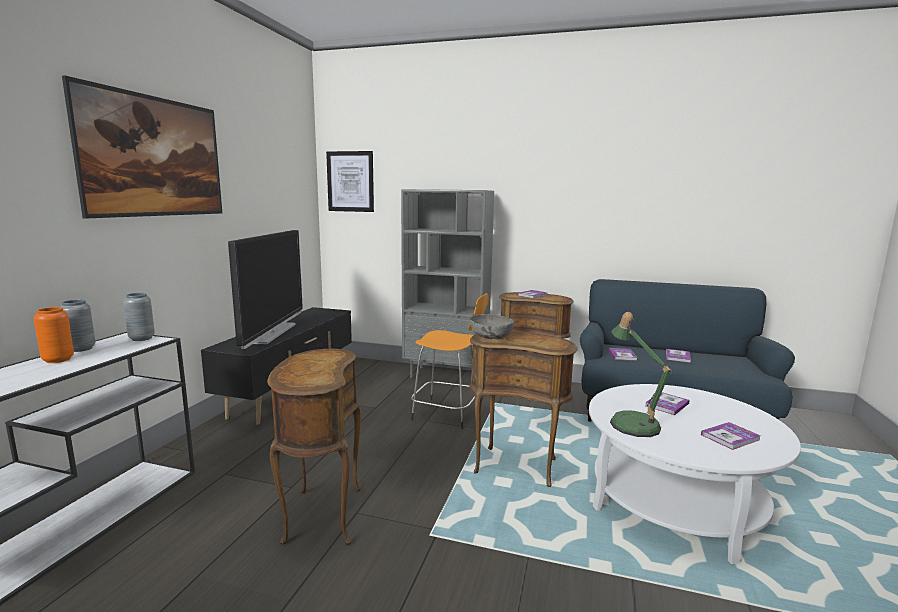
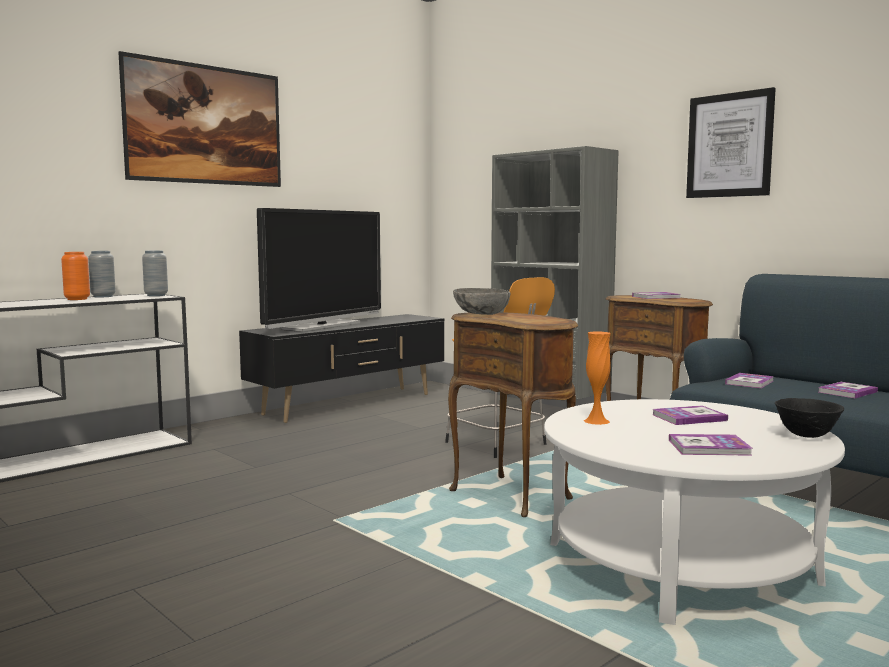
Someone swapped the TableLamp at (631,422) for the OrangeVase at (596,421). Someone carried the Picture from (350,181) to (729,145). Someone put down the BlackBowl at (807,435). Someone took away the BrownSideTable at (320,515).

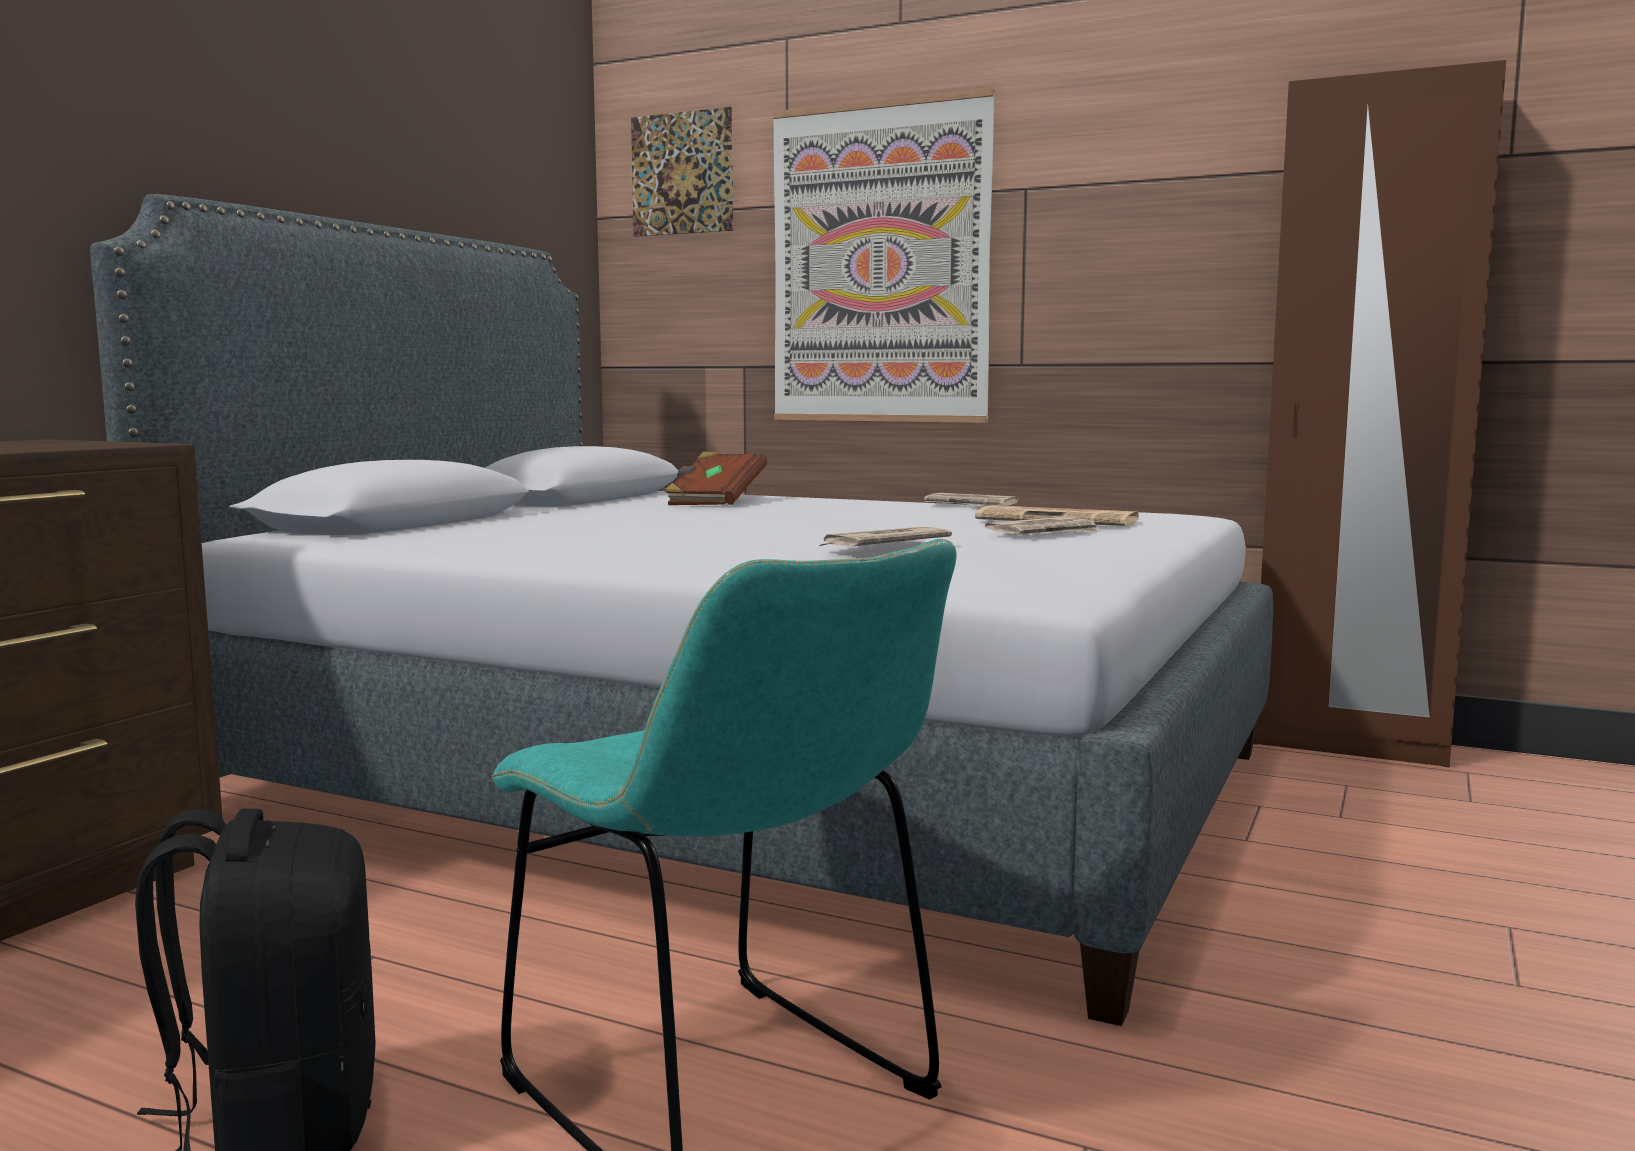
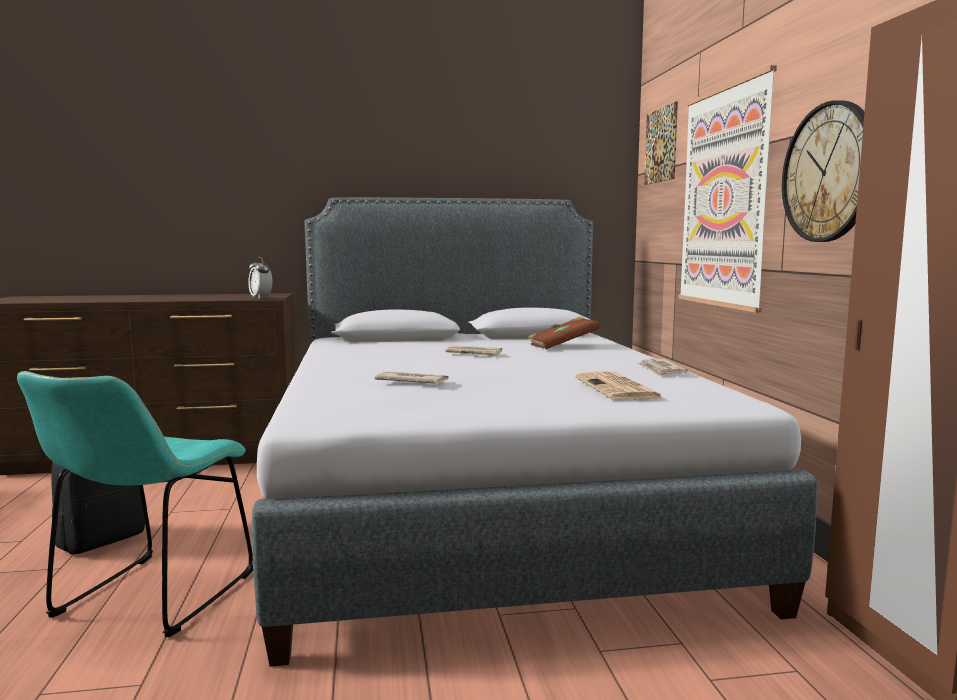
Someone put down the AlarmClock at (261,298). Someone carried the Newspaper from (1045,533) to (474,354). Someone put up the WallClock at (828,173).

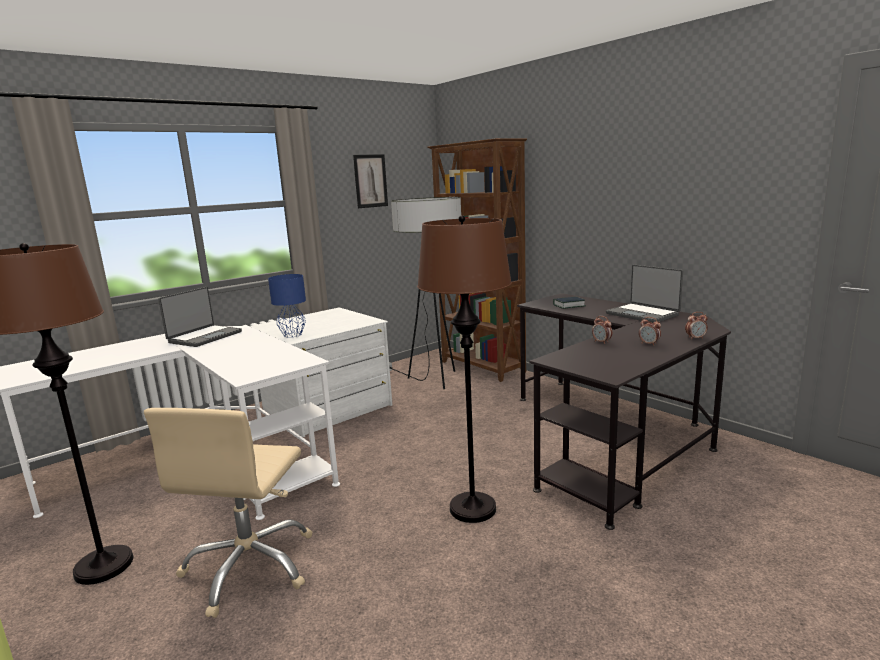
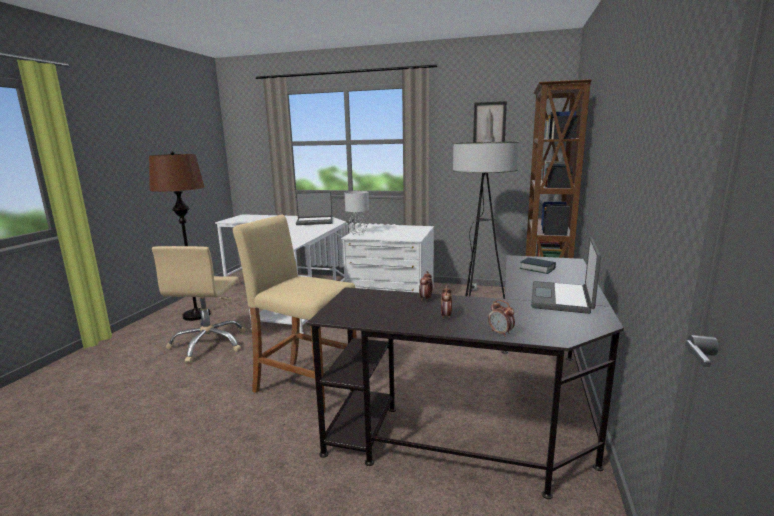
Someone rotated the BeigeOfficeChair at (250,567) by 60 degrees counterclockwise. Someone swapped the BrownFloorLamp at (472,508) for the BeigeStool at (306,385). Someone repainted the BlueTableLamp at (292,335), which became the GreyTableLamp at (357,234).

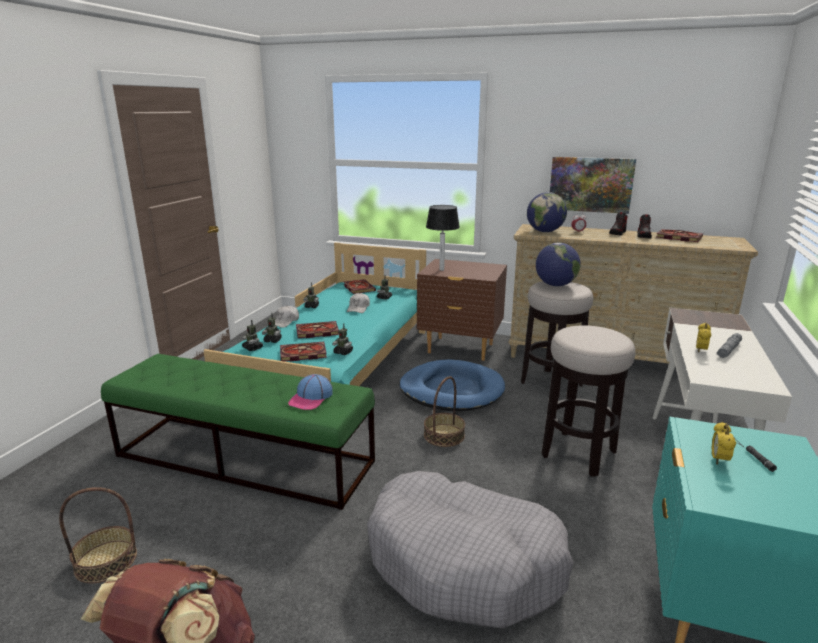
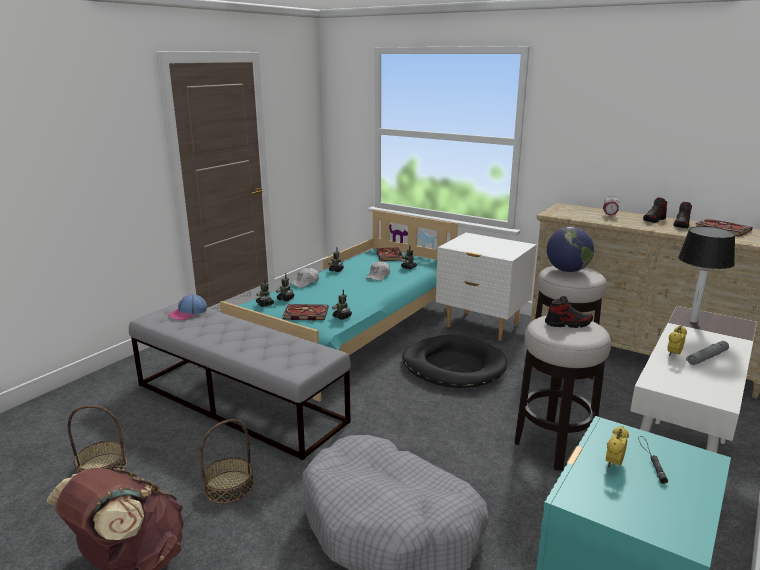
Someone repainted the GreenBench at (245,458), which became the GreyBench at (239,403). Someone carried the Cap from (311,398) to (188,313). Someone carried the Basket from (444,435) to (229,486). Someone repainted the BlueDogBed at (451,390), which became the BlackDogBed at (453,366). Someone repainted the BrownNightstand at (460,349), which became the WhiteNightstand at (482,326). Someone put down the Shoe at (568,324). Someone carried the TableLamp from (441,270) to (692,321). Someone took away the Book at (316,332). Someone took away the Globe at (545,231). Someone took away the Picture at (590,184).

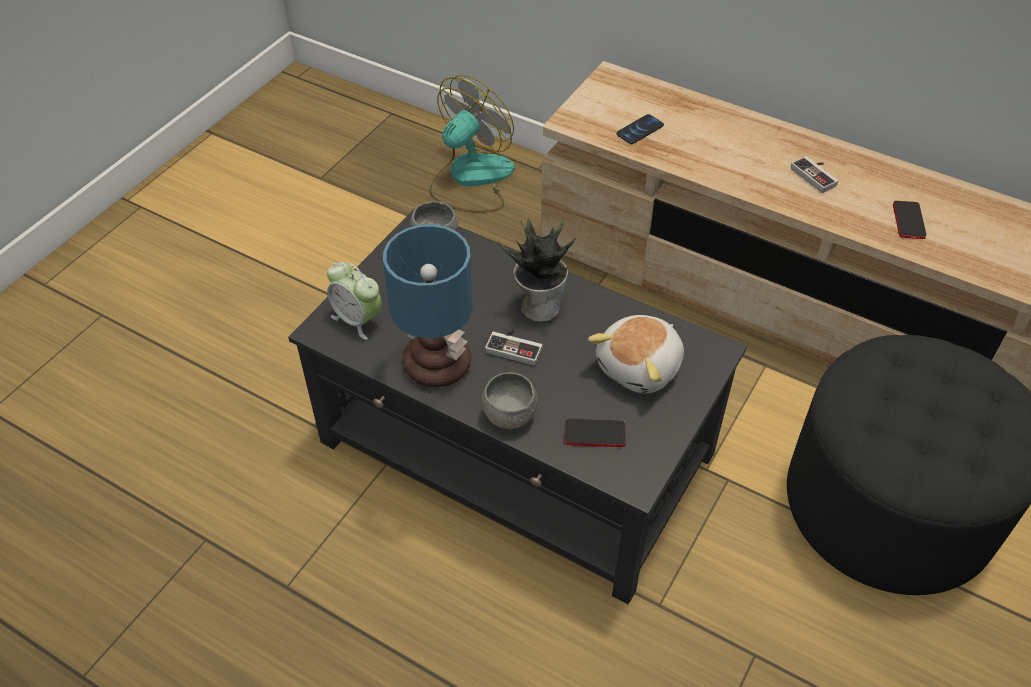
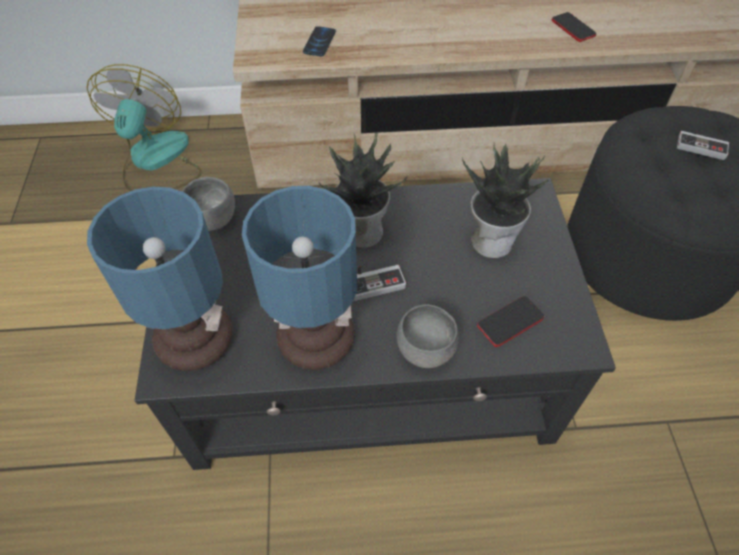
Someone swapped the AlarmClock at (358,320) for the TableLamp at (198,339). Someone swapped the PlushToy at (641,367) for the PottedPlant at (492,240). Someone carried the GameController from (816,175) to (701,145).

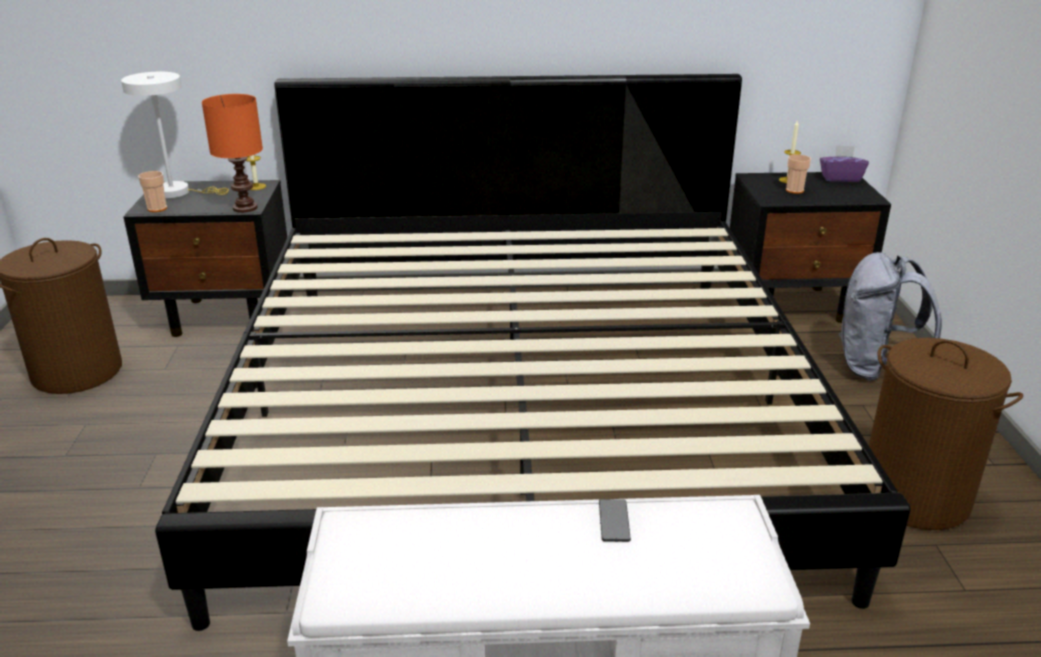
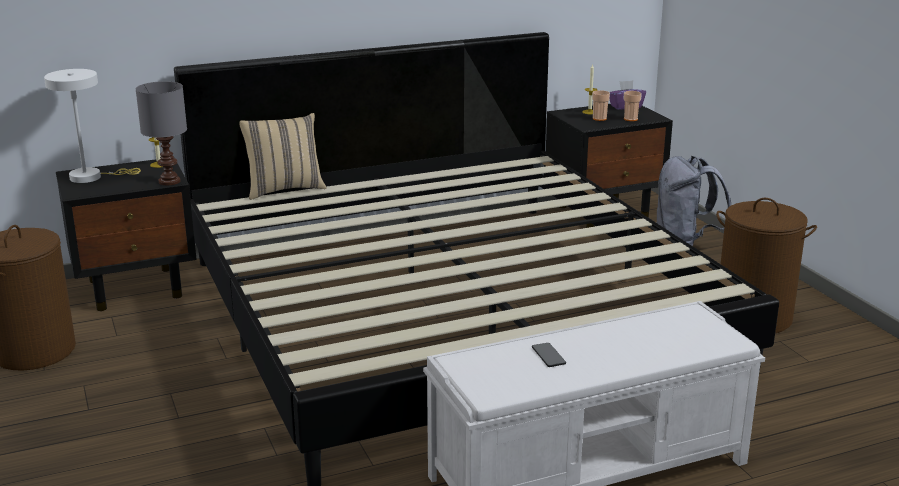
Someone repainted the OrangeTableLamp at (245,208), which became the GreyTableLamp at (169,181). Someone put down the BeigePillow at (284,189). Someone carried the Phone from (614,521) to (548,356). Someone carried the Cup from (157,208) to (630,119).

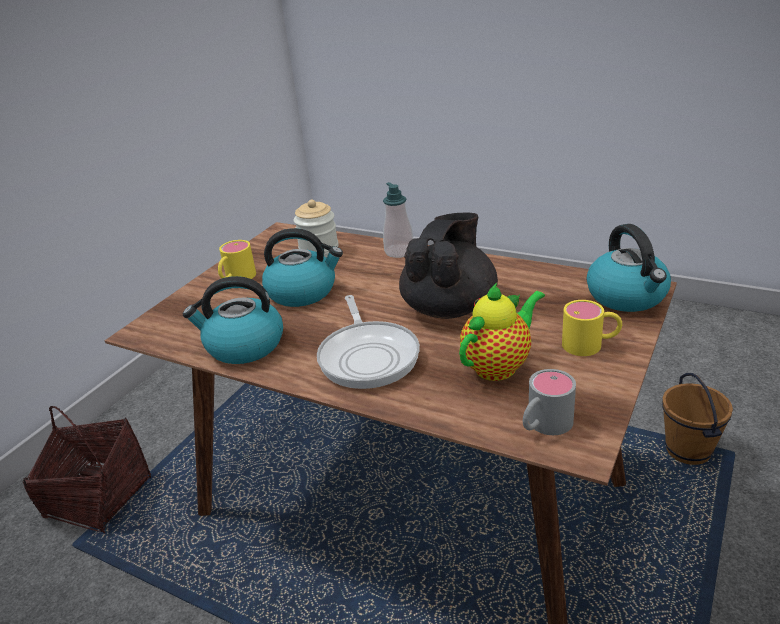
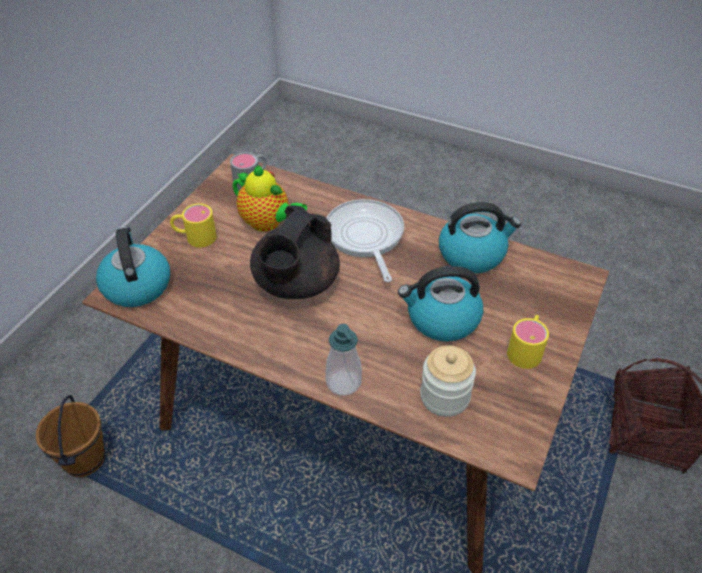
Someone rotated the Teapot at (499,365) by 105 degrees counterclockwise.

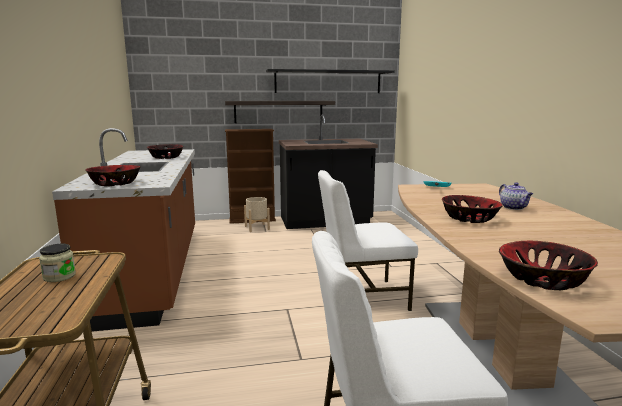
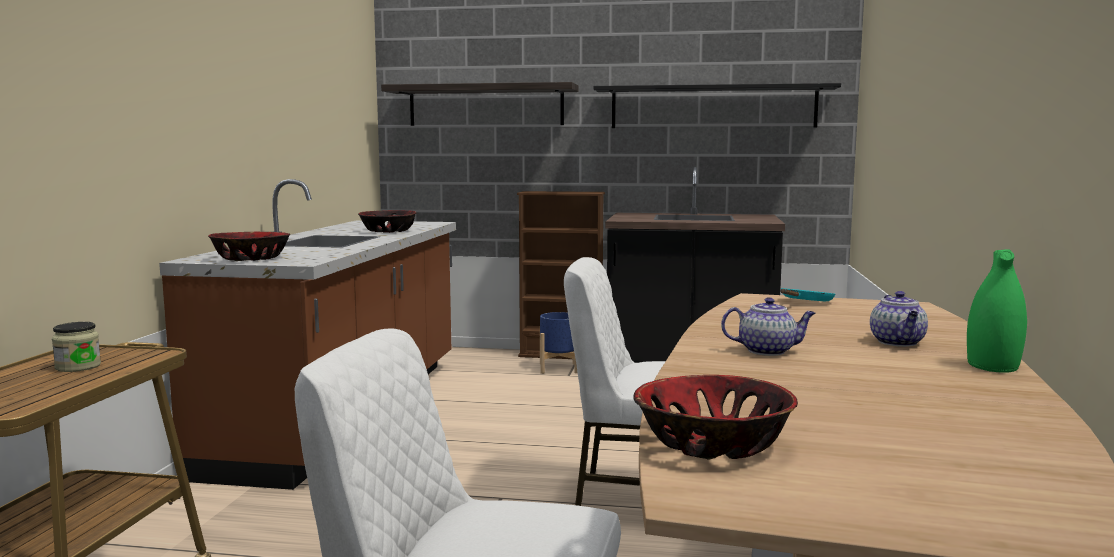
Someone carried the Shelf from (278,111) to (486,105). Someone repainted the BeigePlanter at (257,228), which became the BluePlanter at (559,368). Someone swapped the Bowl at (469,218) for the Teapot at (768,351). Someone put down the GreenVase at (993,366).

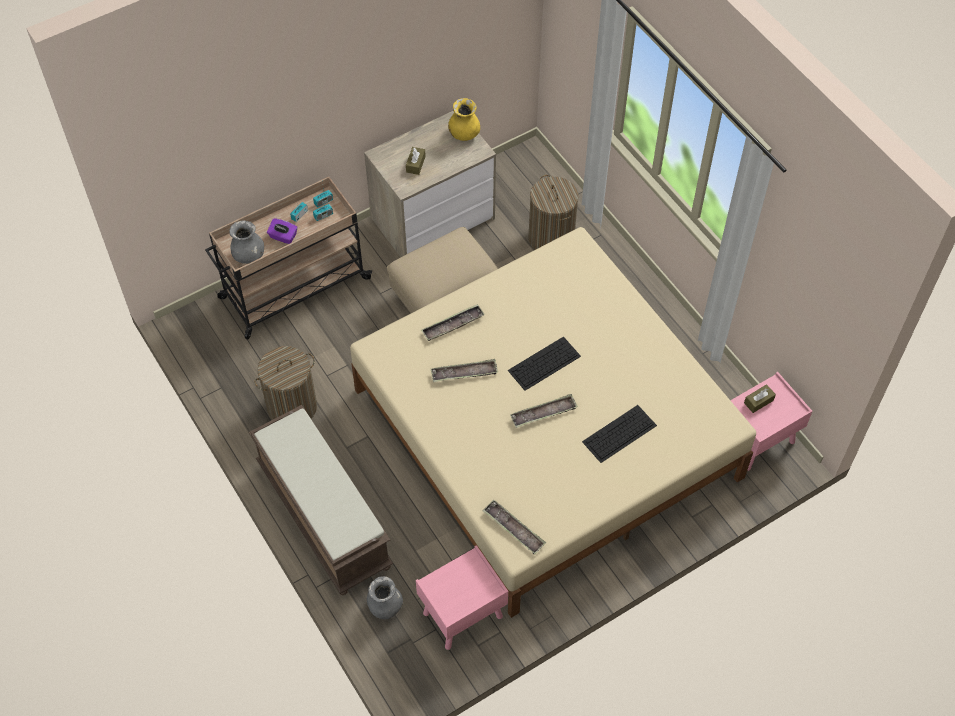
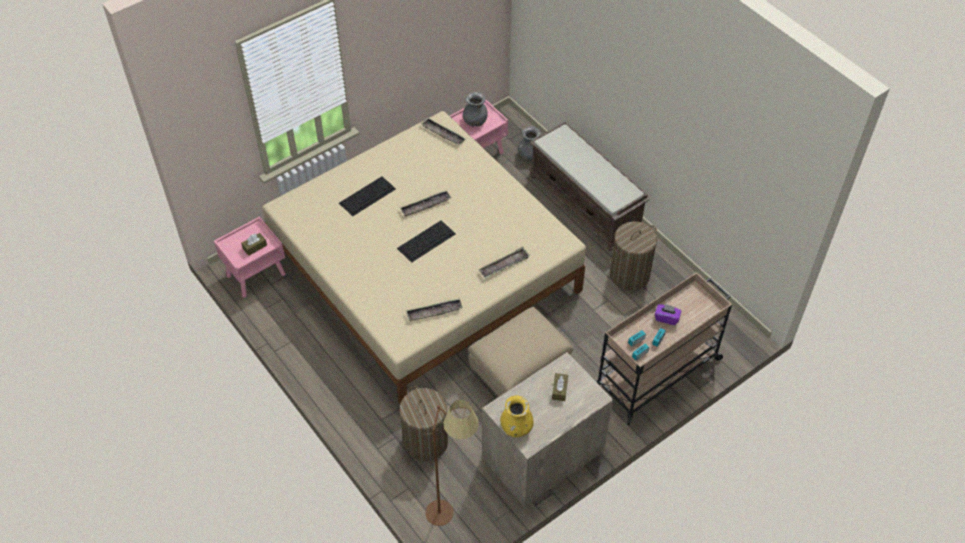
Someone carried the Tray from (464,373) to (434,312). Someone put down the BrownFloorLamp at (452,511). Someone carried the GreyVase from (249,255) to (475,122).

